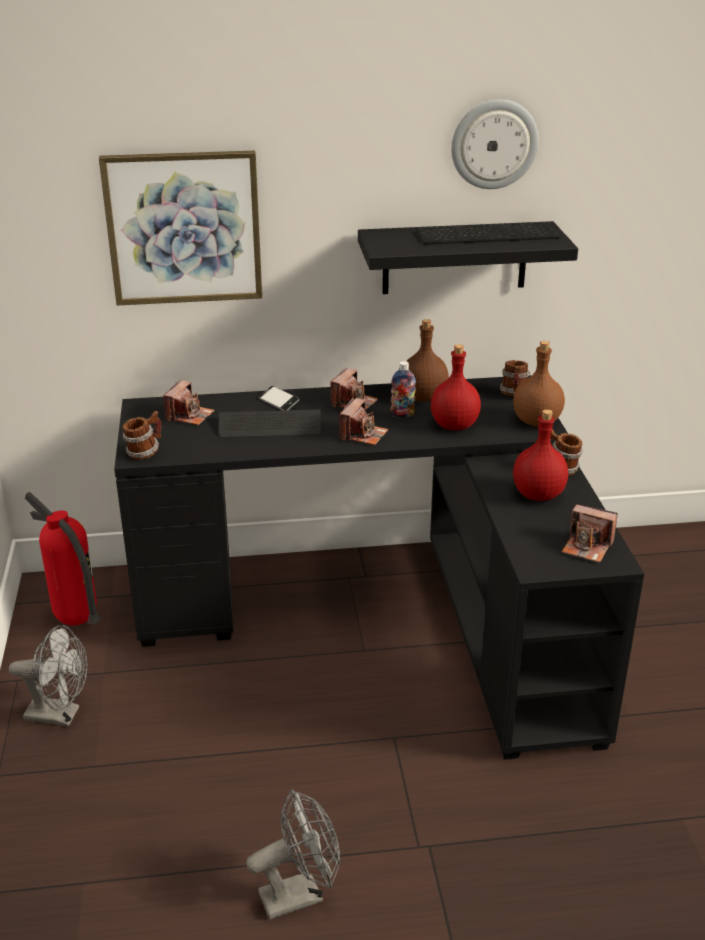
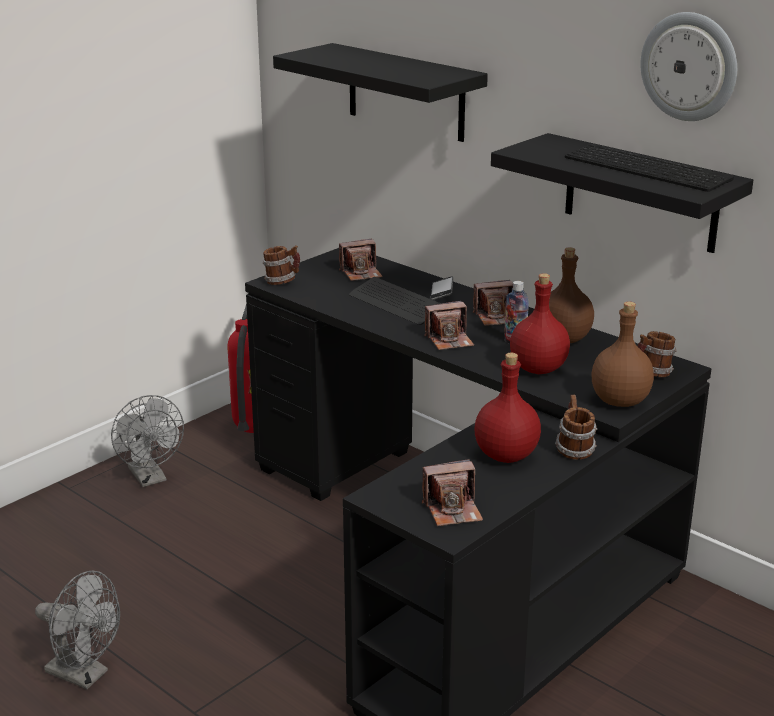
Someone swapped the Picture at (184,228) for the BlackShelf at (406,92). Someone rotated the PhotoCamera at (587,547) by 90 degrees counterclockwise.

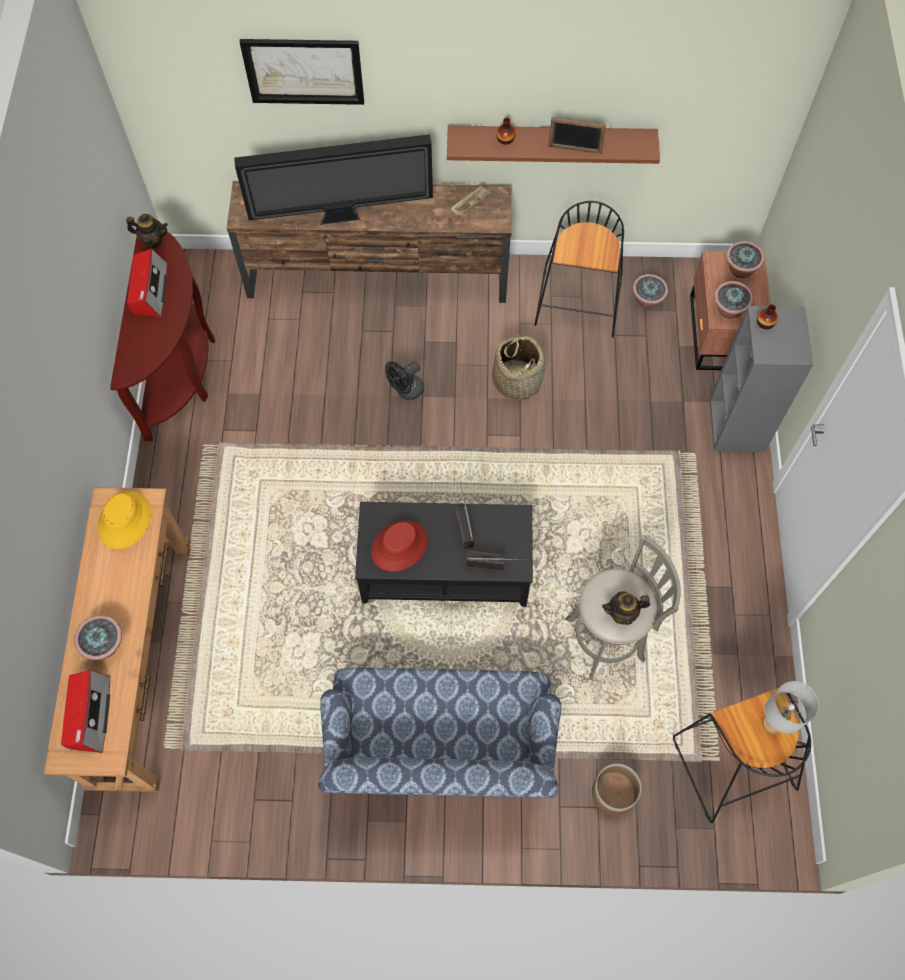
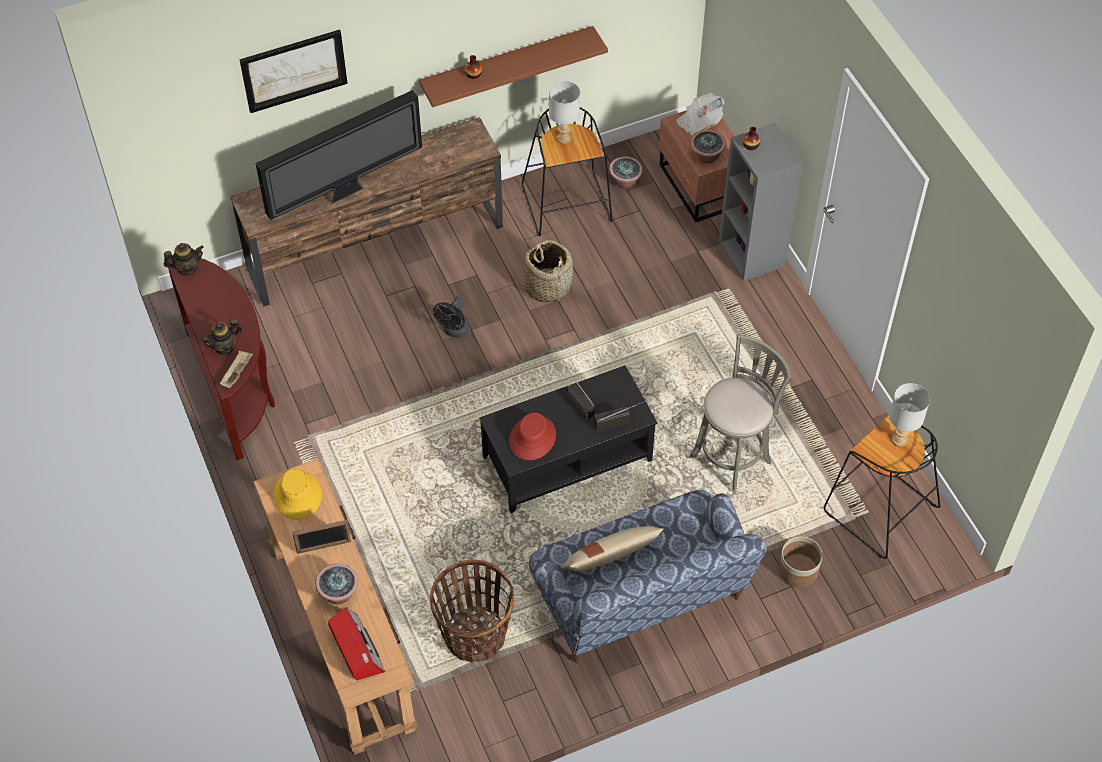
Someone carried the Teapot from (622,613) to (224,347). Someone carried the BeigeTray from (470,205) to (237,373). Someone carried the PictureFrame from (574,149) to (324,547). Someone put down the Basket at (474,635). Someone put down the GreyTableLamp at (563,138). Someone put down the BeigePillow at (610,558). Someone swapped the PottedPlant at (740,270) for the Newspaper at (699,122). Someone took away the Radio at (149,290).

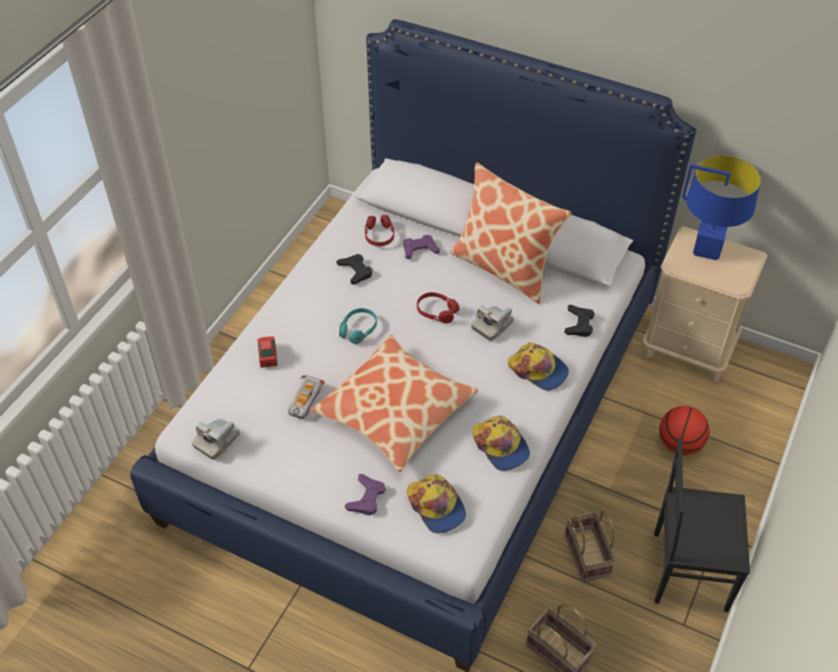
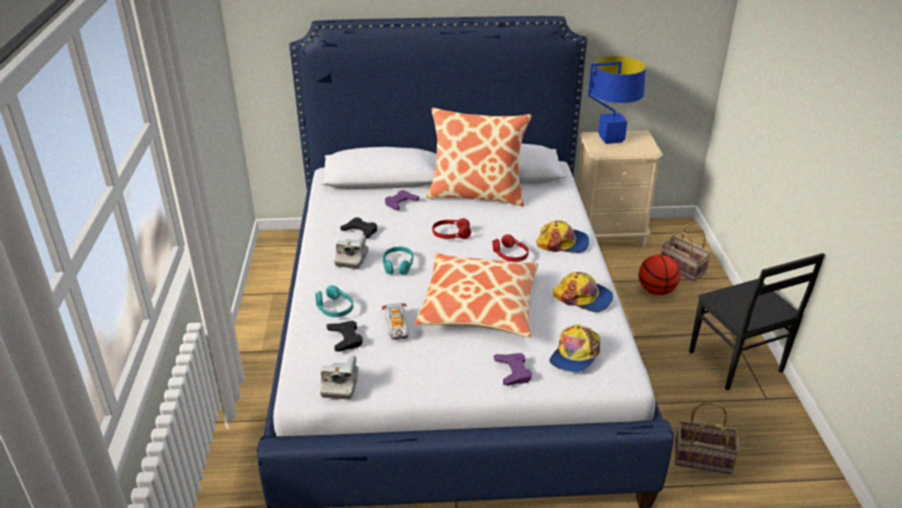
Someone swapped the ToyCar at (268,356) for the TurquoiseHeadphones at (334,308). Someone carried the BlackGameController from (579,324) to (345,339). Someone carried the PhotoCamera from (492,325) to (352,259). Someone carried the RedHeadphones from (379,235) to (510,255). Someone rotated the Cap at (436,506) by 90 degrees clockwise. Someone carried the Basket from (588,556) to (683,268). Someone rotated the BlackChair at (688,569) by 90 degrees counterclockwise.

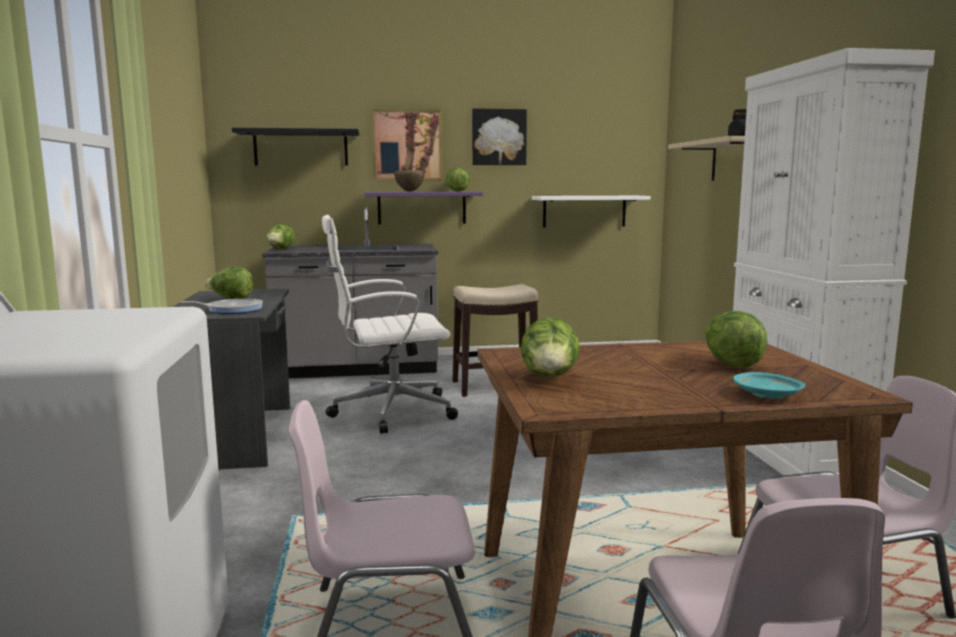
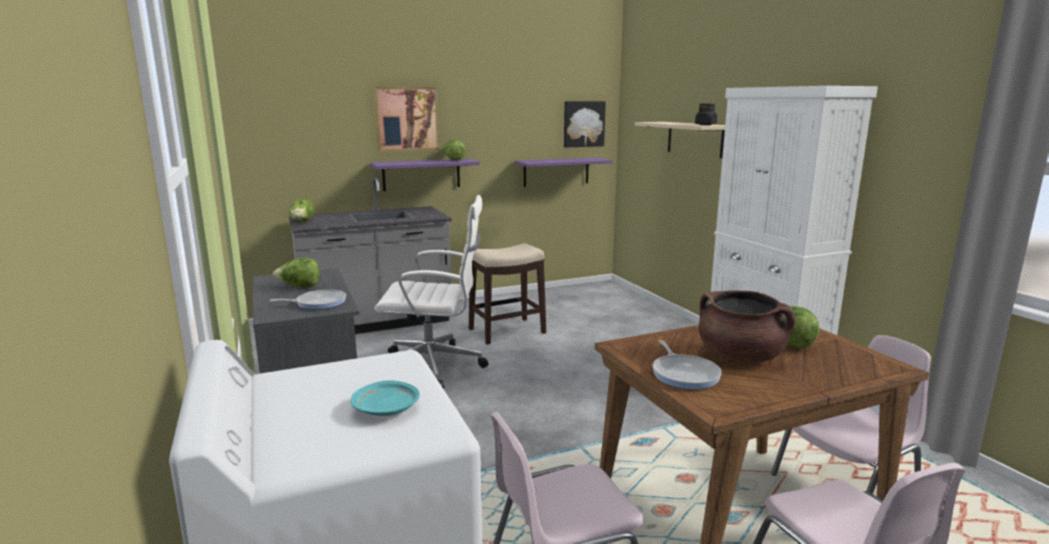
Someone carried the TurquoisePlate from (767,395) to (386,409). Someone rotated the WhiteOfficeChair at (389,411) by 150 degrees counterclockwise. Someone repainted the WhiteShelf at (584,211), which became the PurpleShelf at (556,172). Someone carried the Picture from (498,137) to (583,124). Someone swapped the Lettuce at (550,378) for the FryingPan at (684,374). Someone put down the BrownCookingPot at (740,356). Someone took away the BlackShelf at (301,148). Someone took away the BrownBowl at (410,191).

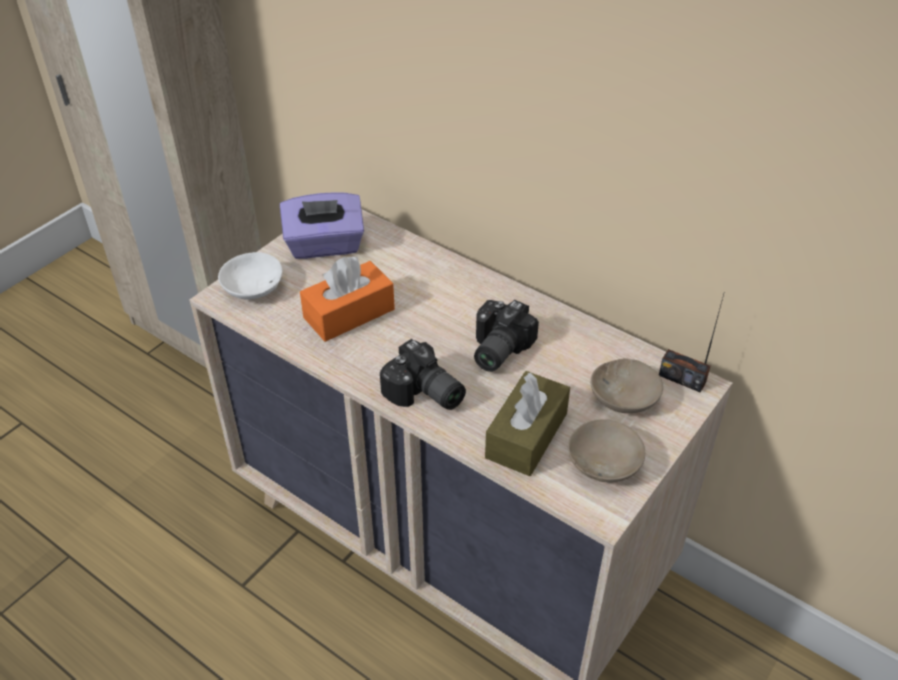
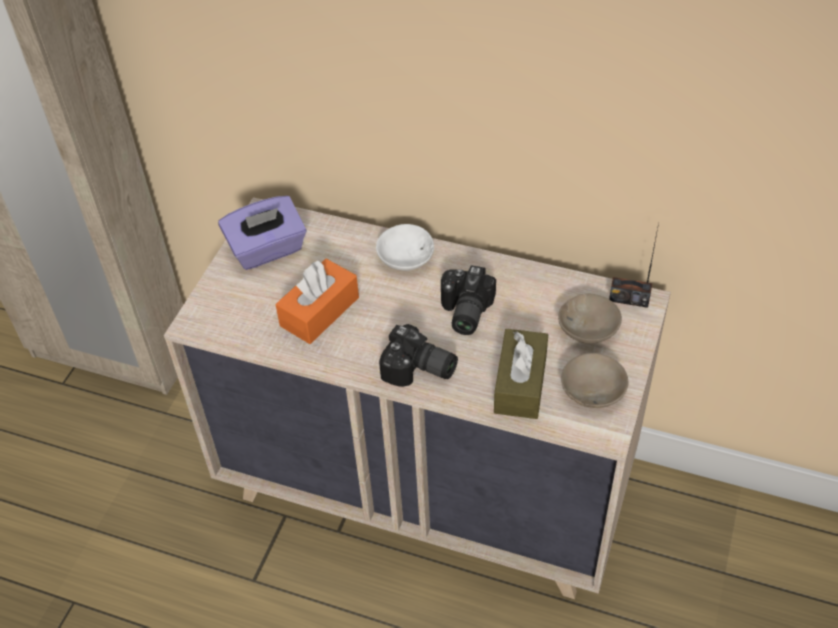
Someone carried the WhiteBowl from (252,287) to (404,257).

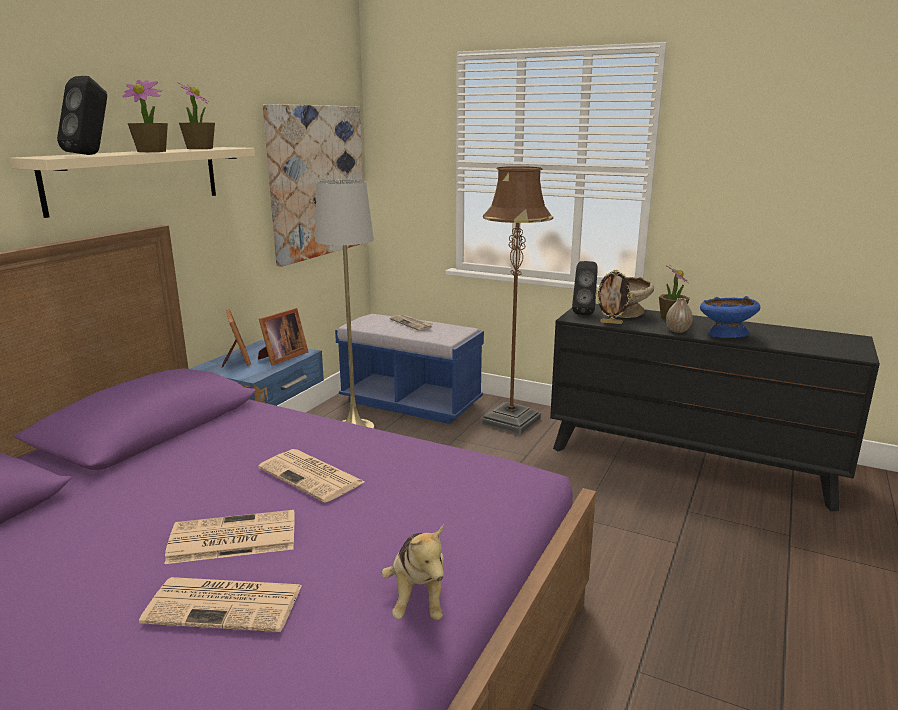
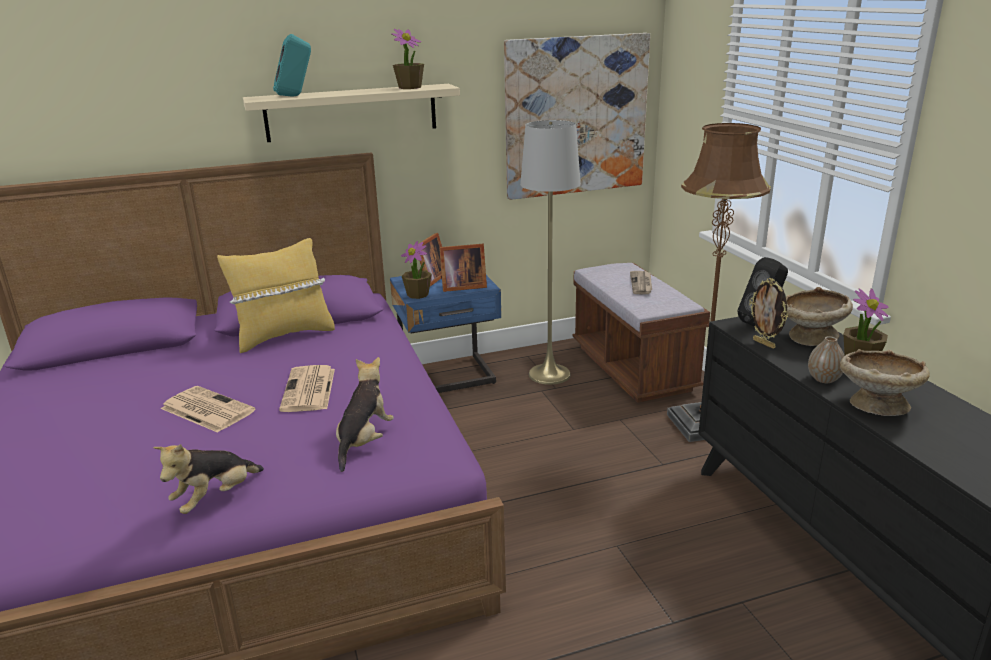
Someone put down the YellowPillow at (284,336). Someone repainted the BlackSpeaker at (91,154), which became the TurquoiseSpeaker at (295,96). Someone put down the PlushToy at (364,441). Someone carried the PottedPlant from (152,151) to (418,294). Someone repainted the BlueBench at (410,403), which became the BrownBench at (633,368). Someone repainted the BlueBowl at (725,335), which became the BeigeBowl at (875,406). Someone took away the Newspaper at (227,604).

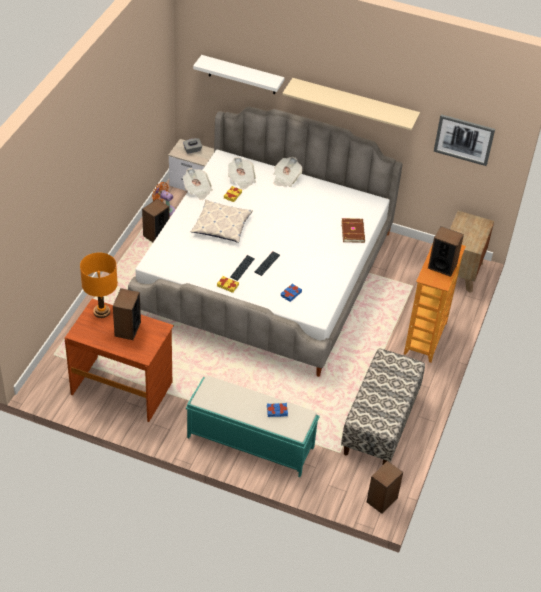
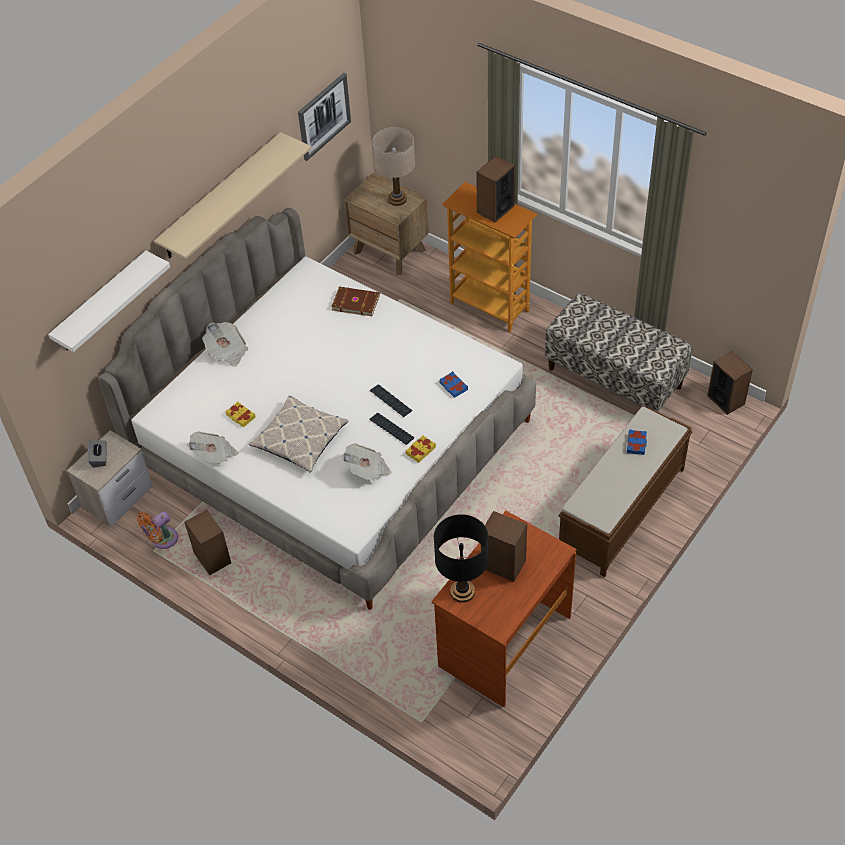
Someone carried the Newspaper from (241,179) to (367,470). Someone put down the BeigeTableLamp at (397,199). Someone repainted the OrangeTableLamp at (101,312), which became the BlackTableLamp at (462,592). Someone repainted the TurquoiseBench at (249,441), which became the BrownBench at (621,510).

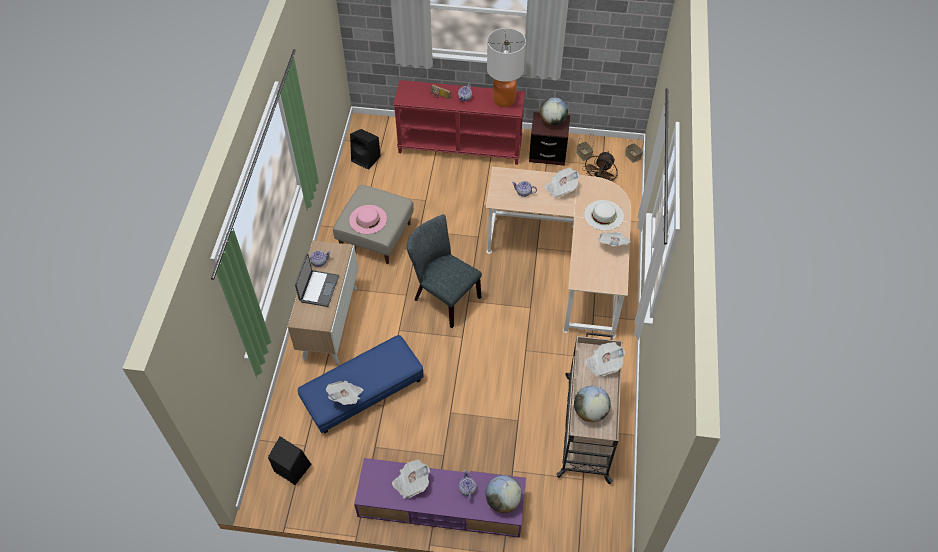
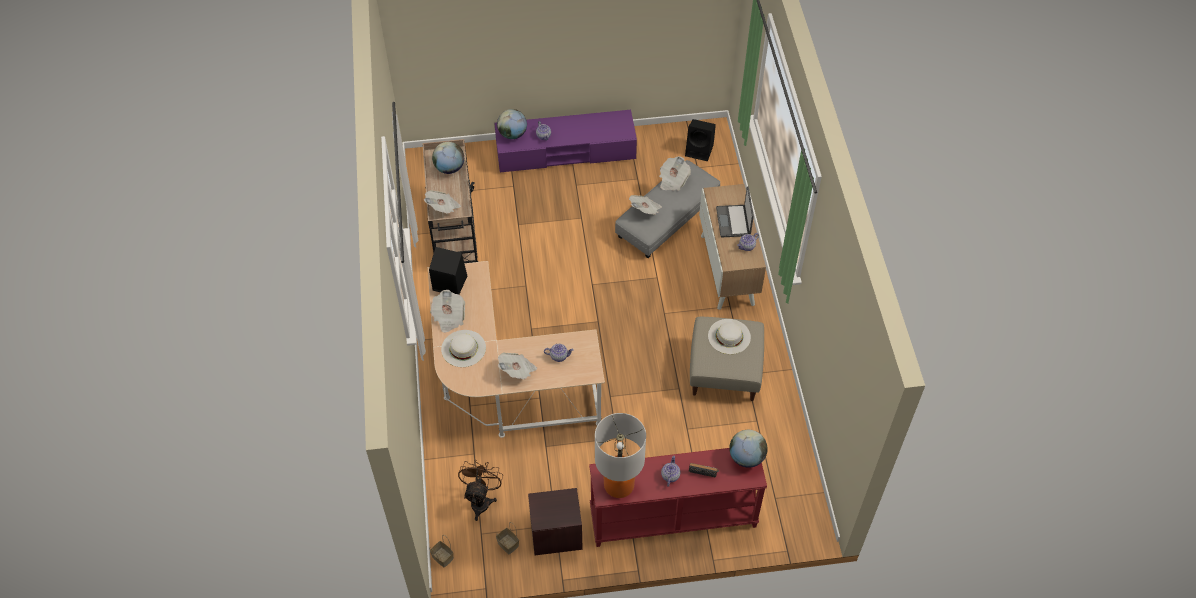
Someone carried the BlackSpeaker from (366,159) to (449,283). Someone repainted the BlueOttoman at (363,391), which became the GreyOttoman at (667,217). Someone carried the Newspaper from (411,483) to (645,210). Someone repainted the PinkHat at (368,219), which became the WhiteHat at (729,336). Someone carried the Globe from (553,121) to (746,457). Someone took away the GreyChair at (443,297).

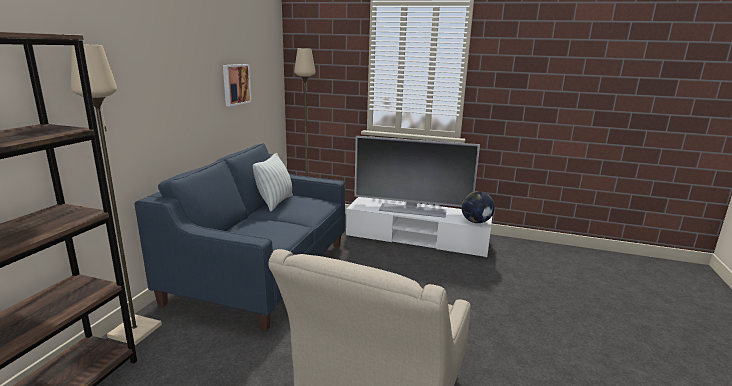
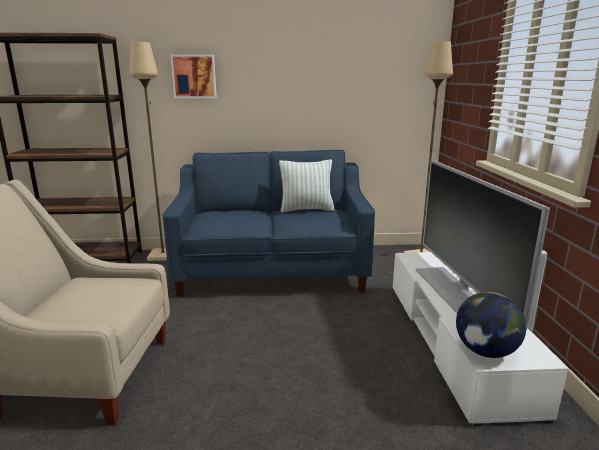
Someone carried the Picture from (235,84) to (194,76).

